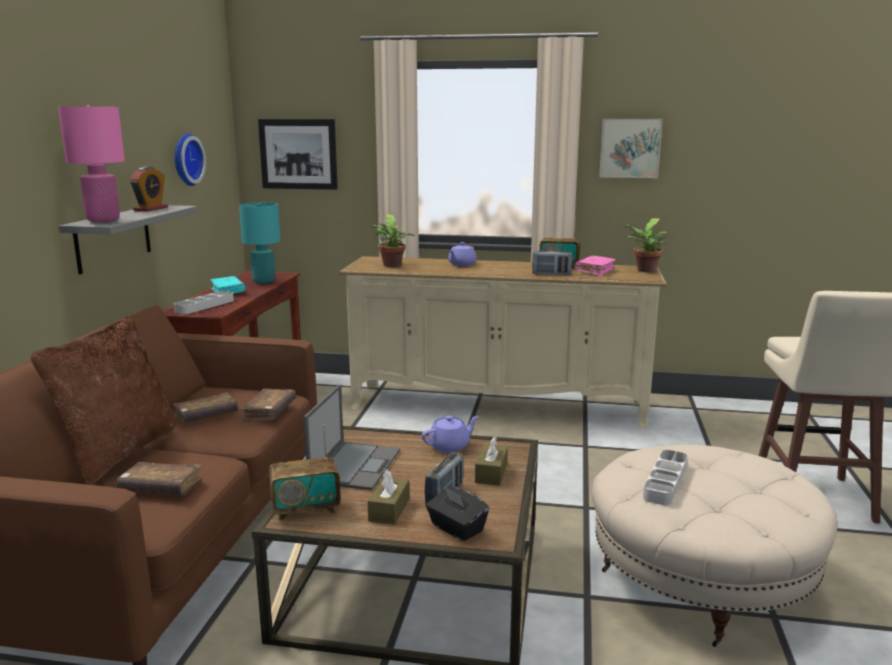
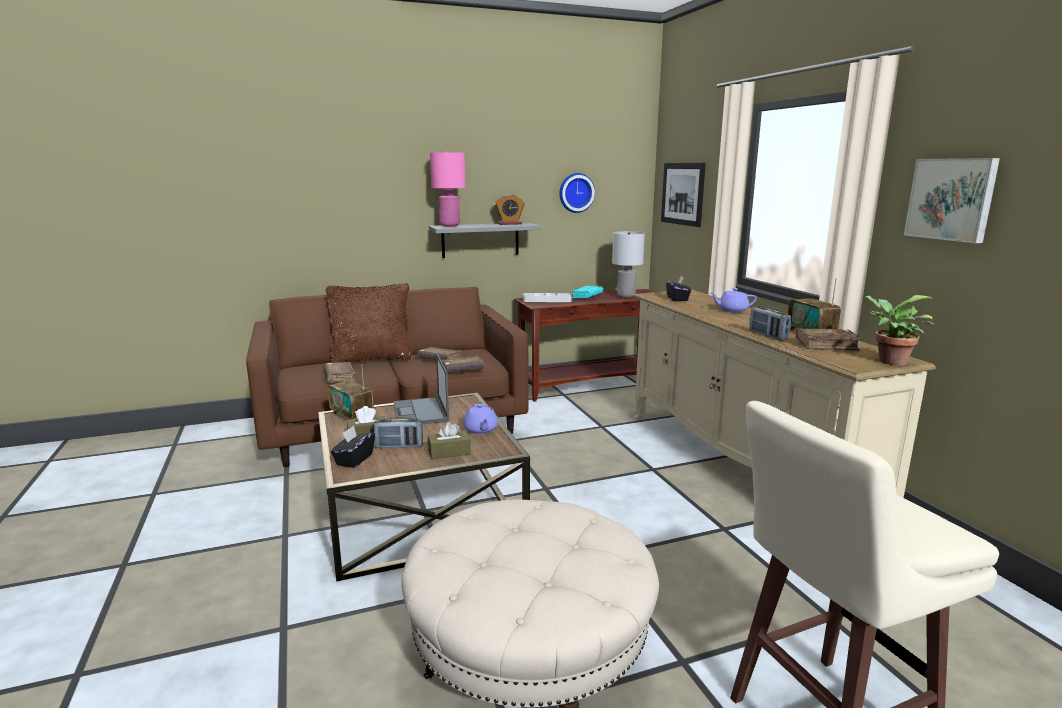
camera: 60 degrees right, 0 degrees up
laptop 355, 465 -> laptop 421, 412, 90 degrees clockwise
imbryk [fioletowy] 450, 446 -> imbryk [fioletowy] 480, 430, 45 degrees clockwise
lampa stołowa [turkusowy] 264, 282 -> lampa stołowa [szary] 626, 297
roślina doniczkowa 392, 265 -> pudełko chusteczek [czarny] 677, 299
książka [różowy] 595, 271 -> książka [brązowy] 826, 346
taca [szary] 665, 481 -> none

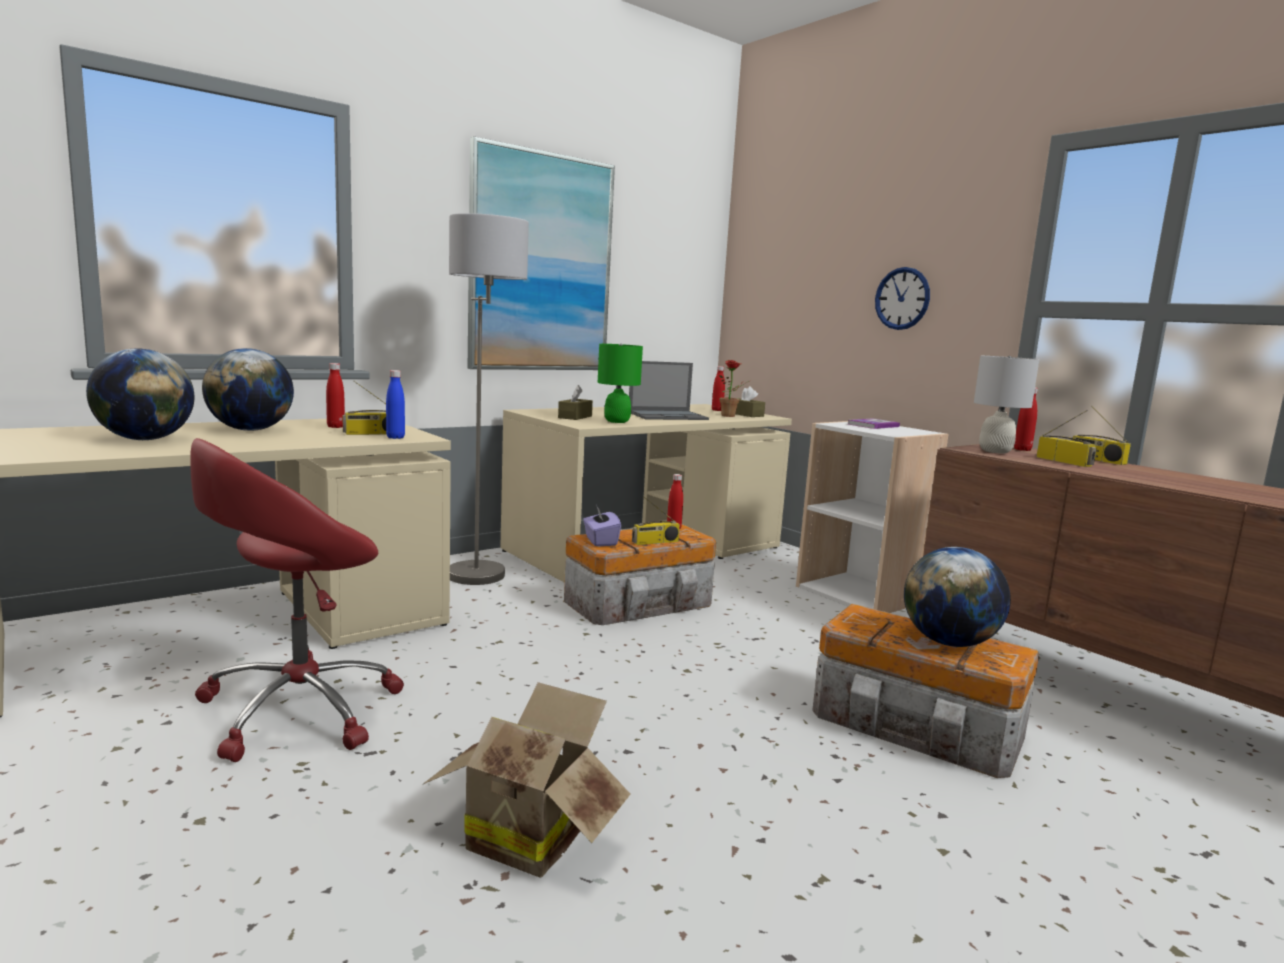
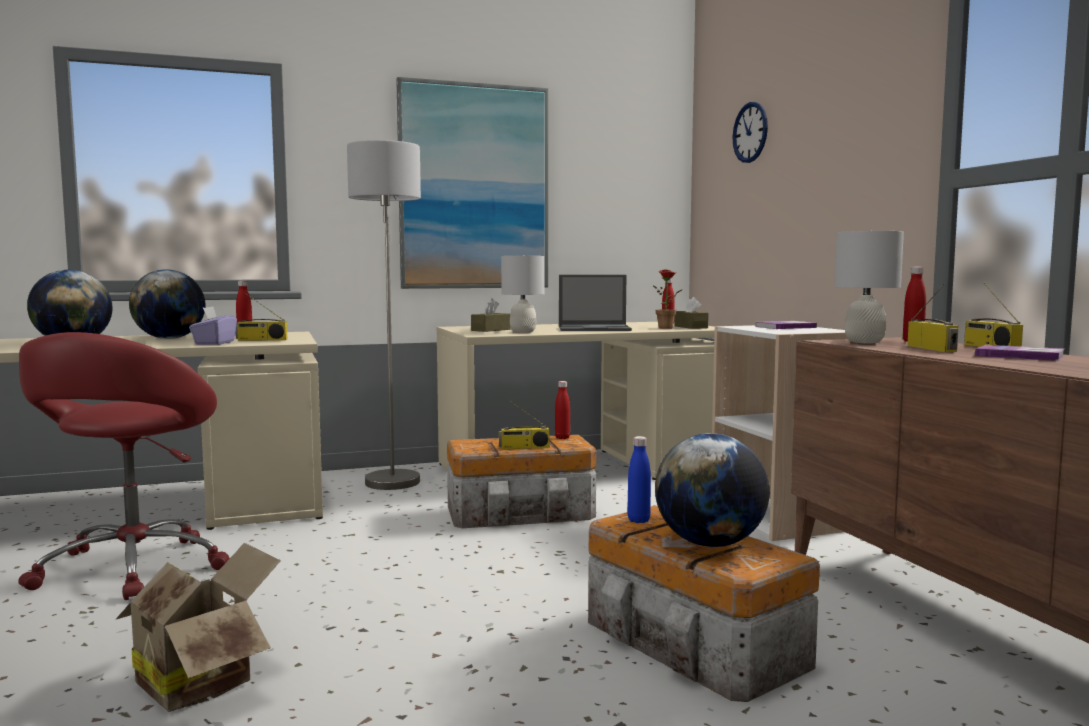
camera: 20 degrees right, 5 degrees down
krzesło biurowe [czerwony] 294, 710 -> krzesło biurowe [czerwony] 129, 570, 60 degrees counterclockwise
pudełko chusteczek [fioletowy] 600, 541 -> pudełko chusteczek [fioletowy] 214, 343, move
lampa stołowa [zielony] 617, 422 -> lampa stołowa [szary] 523, 332
butelka [niebieski] 395, 437 -> butelka [niebieski] 638, 520, move
zegar ścienny 902, 298 -> zegar ścienny 750, 132, move
none -> książka 1019, 355

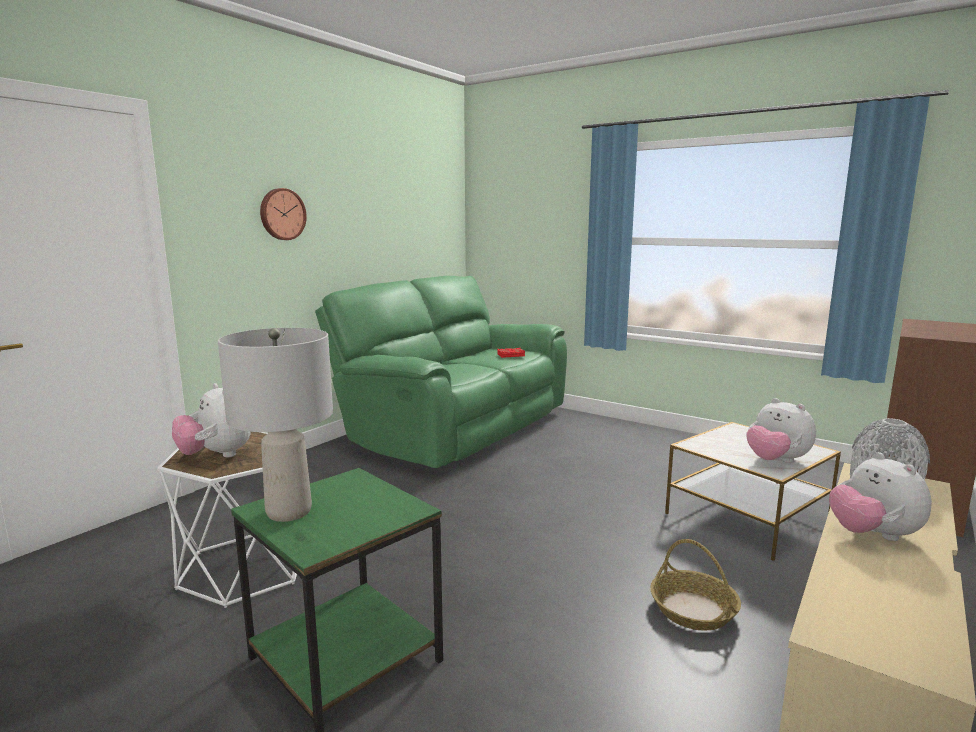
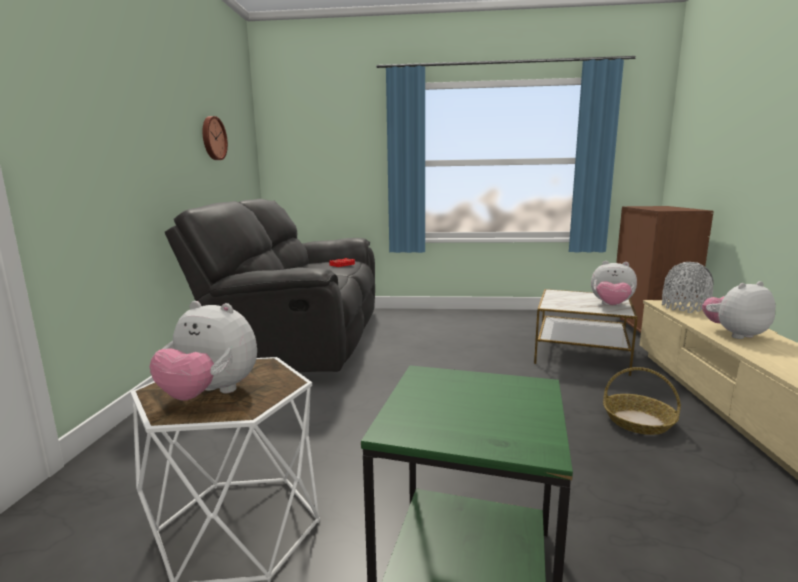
camera: 30 degrees left, 0 degrees up
kanapa [zielony] 454, 429 -> kanapa [szary] 300, 339
zegar ścienny 282, 214 -> zegar ścienny 213, 138, move
pluszak 872, 535 -> pluszak 734, 334, 120 degrees clockwise
lampa stołowa [szary] 288, 511 -> none

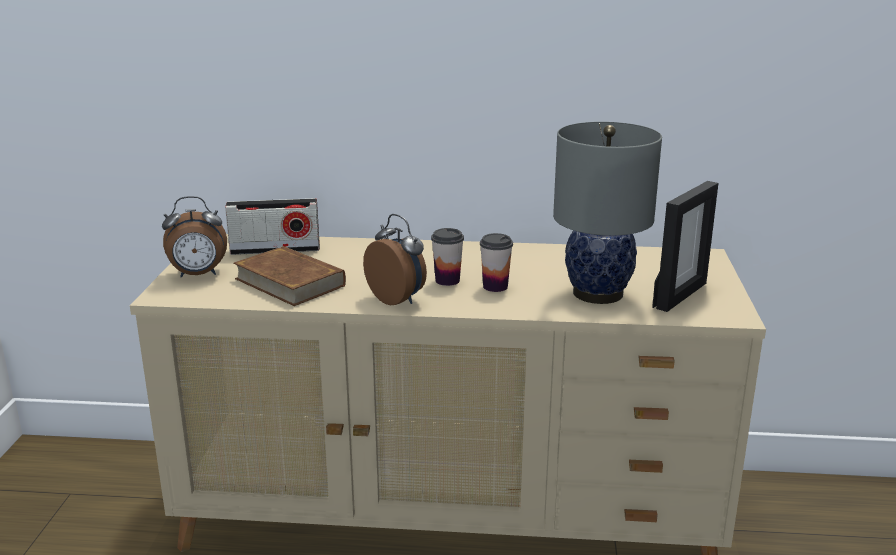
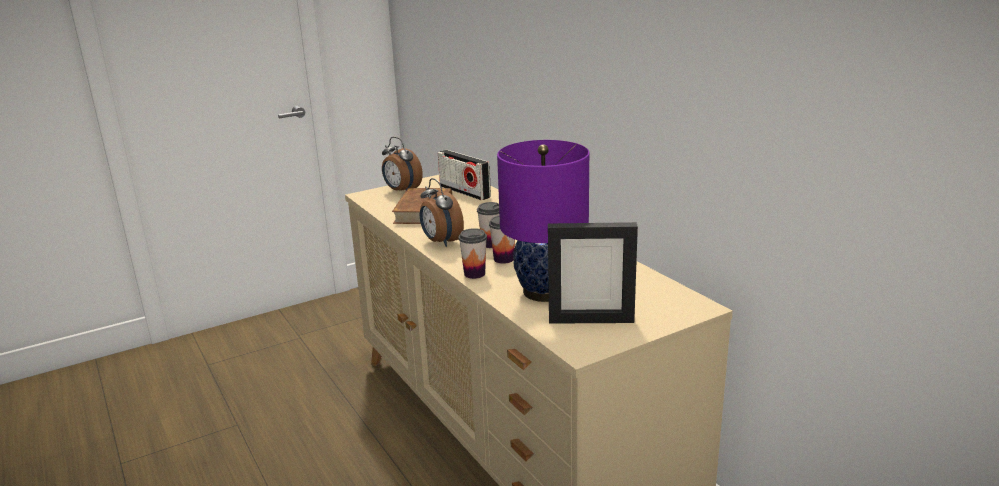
camera: 55 degrees right, 0 degrees up
budzik 398, 299 -> budzik 441, 242, 135 degrees clockwise
none -> filiżanka 474, 274
lampa stołowa [szary] 598, 293 -> lampa stołowa [fioletowy] 545, 291

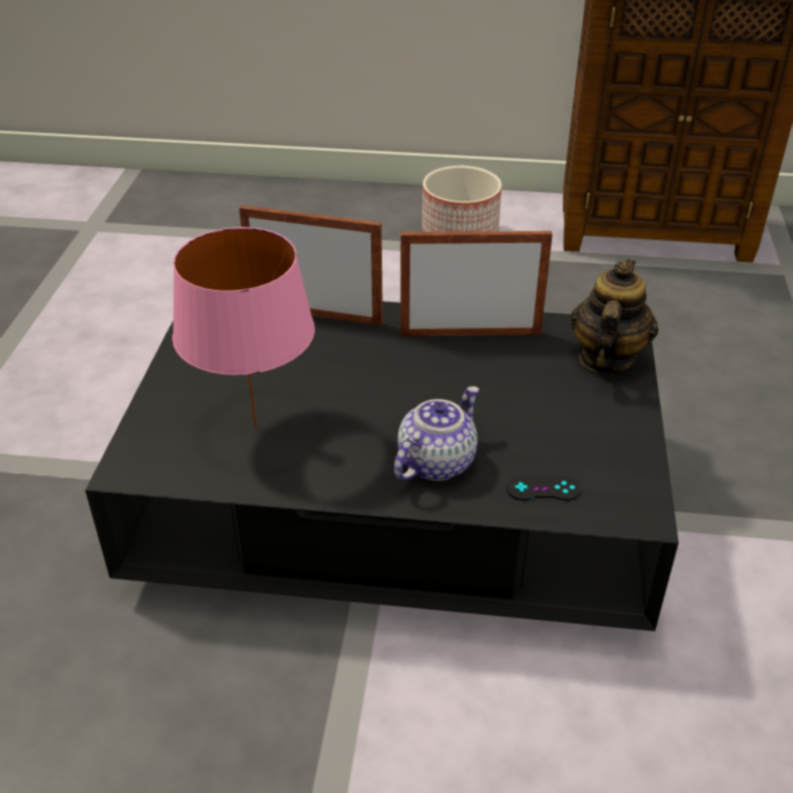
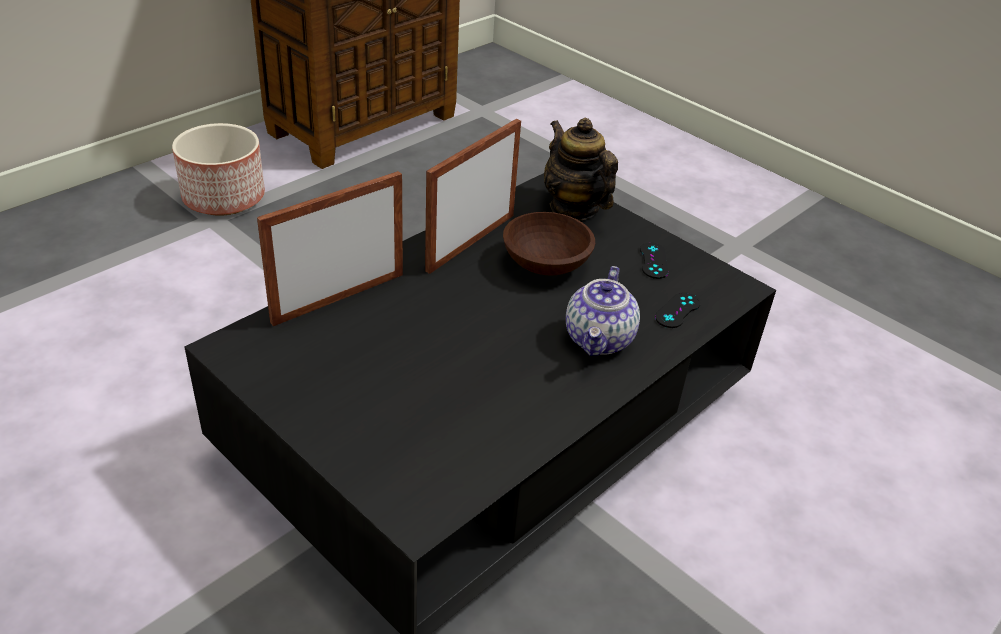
camera: 55 degrees left, 0 degrees up
none -> miska [brązowy] 546, 262
imbryk 436, 461 -> imbryk 600, 340, 150 degrees counterclockwise
none -> pad do gier [czarny] 653, 261
lampa stołowa [różowy] 255, 427 -> none

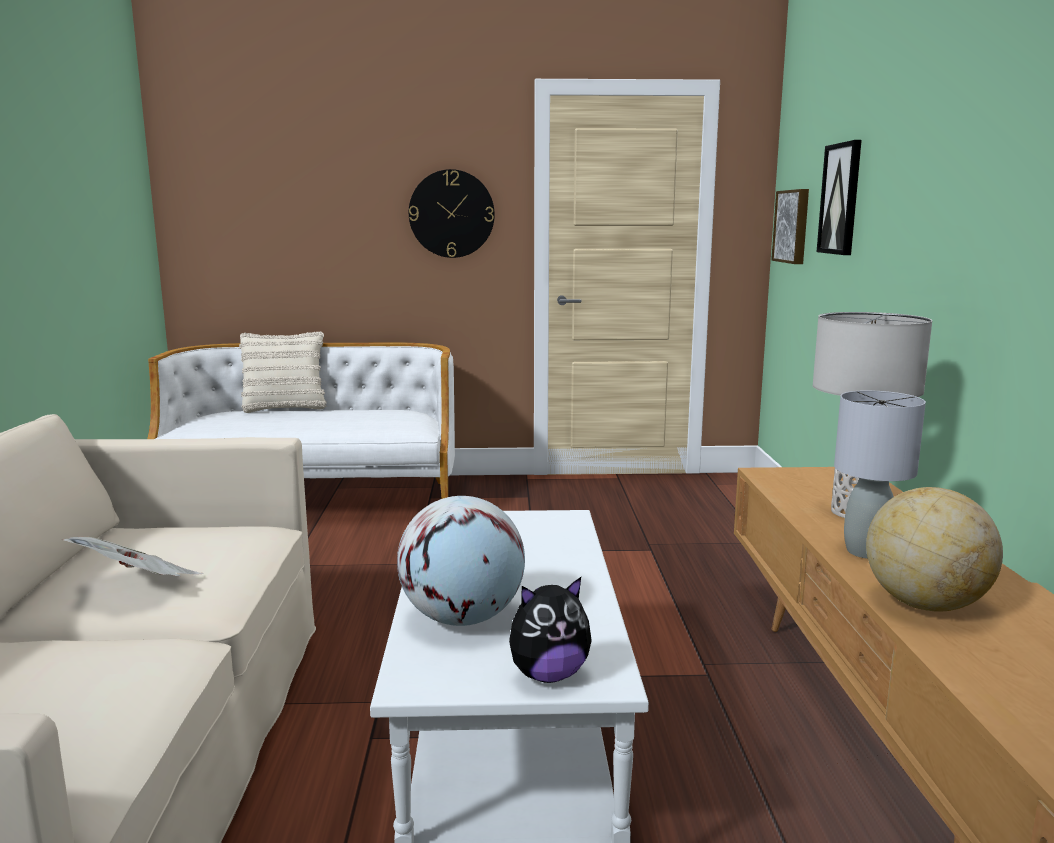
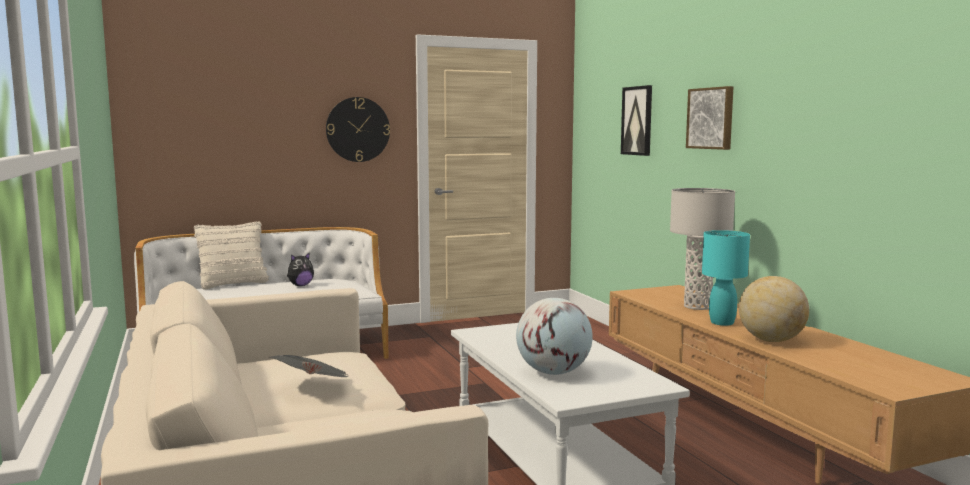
camera: 20 degrees left, 5 degrees down
pluszak 548, 675 -> pluszak 300, 285, move
obraz 793, 226 -> obraz 711, 118, move
lampa stołowa [szary] 865, 551 -> lampa stołowa [turkusowy] 721, 322

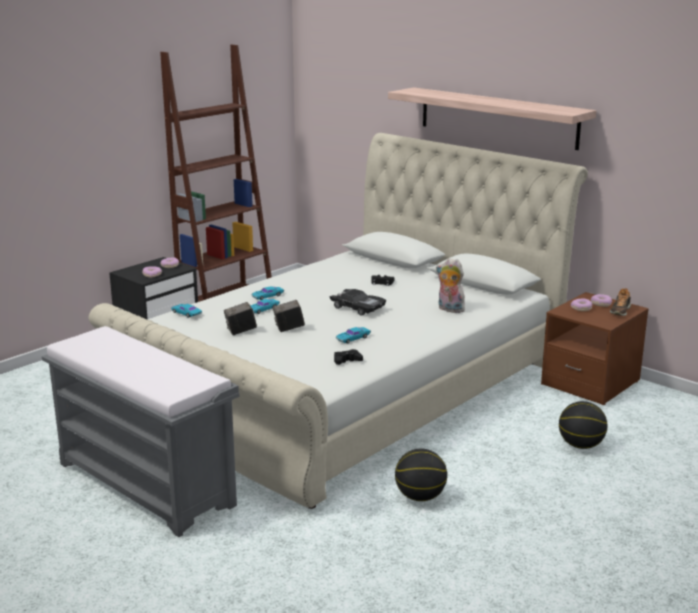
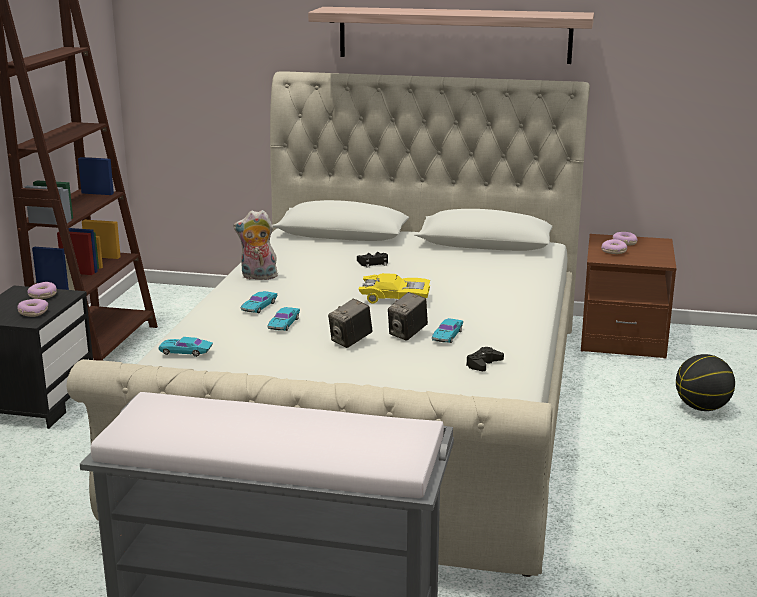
camera: 30 degrees left, 0 degrees up
pluszak 449, 309 -> pluszak 258, 277, move
samochodzik [czarny] 357, 307 -> samochodzik [żółty] 395, 297
aparat fotograficzny 241, 331 -> aparat fotograficzny 407, 334, move
piłka do koszykówki 420, 497 -> none
but 620, 311 -> none

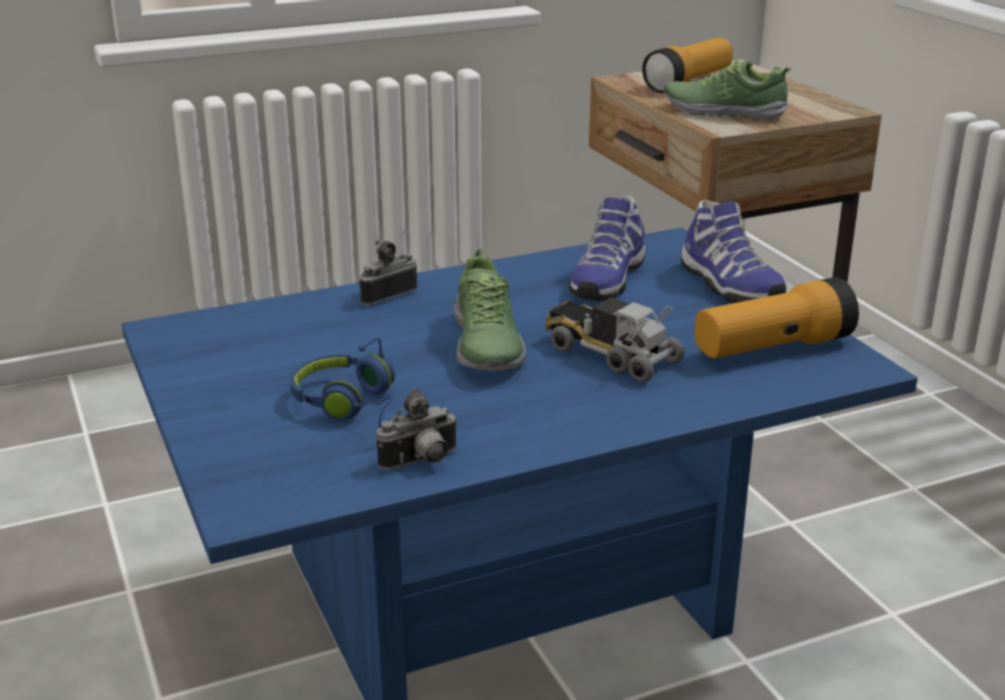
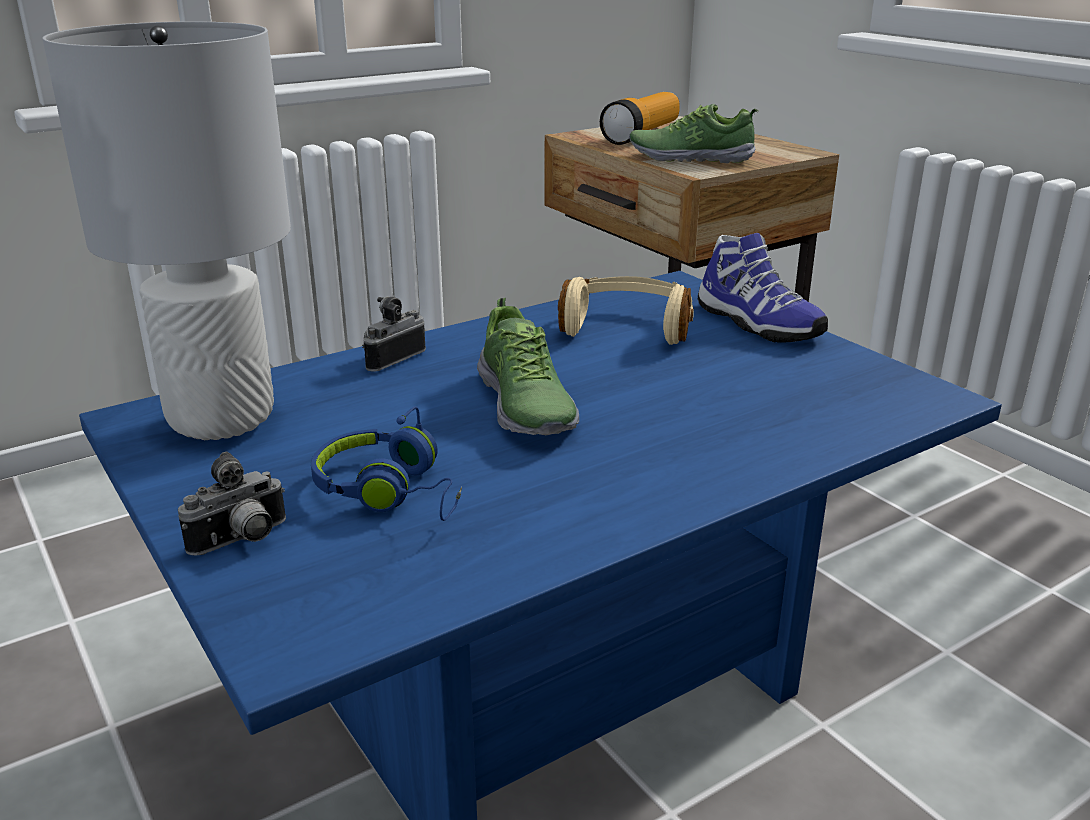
camera: 10 degrees left, 0 degrees up
none -> lampa stołowa [szary] 223, 424
aparat fotograficzny 421, 462 -> aparat fotograficzny 242, 541, move
but 605, 280 -> słuchawki [beżowy] 627, 327
ciężarówka zabawkowa 610, 354 -> none
latarka 772, 348 -> none

